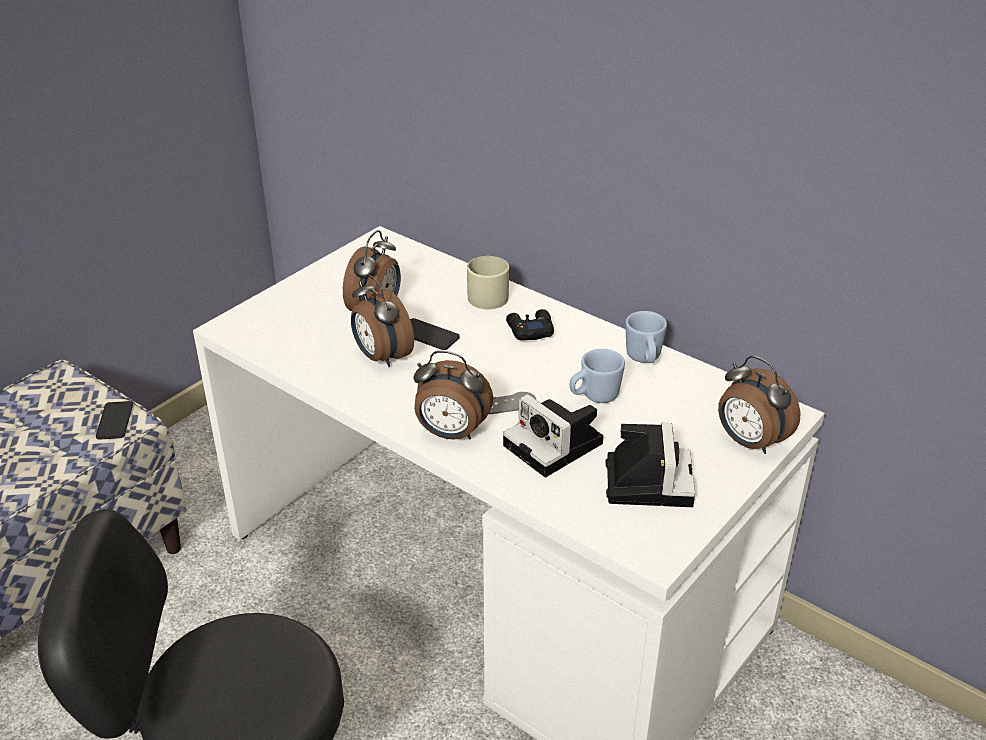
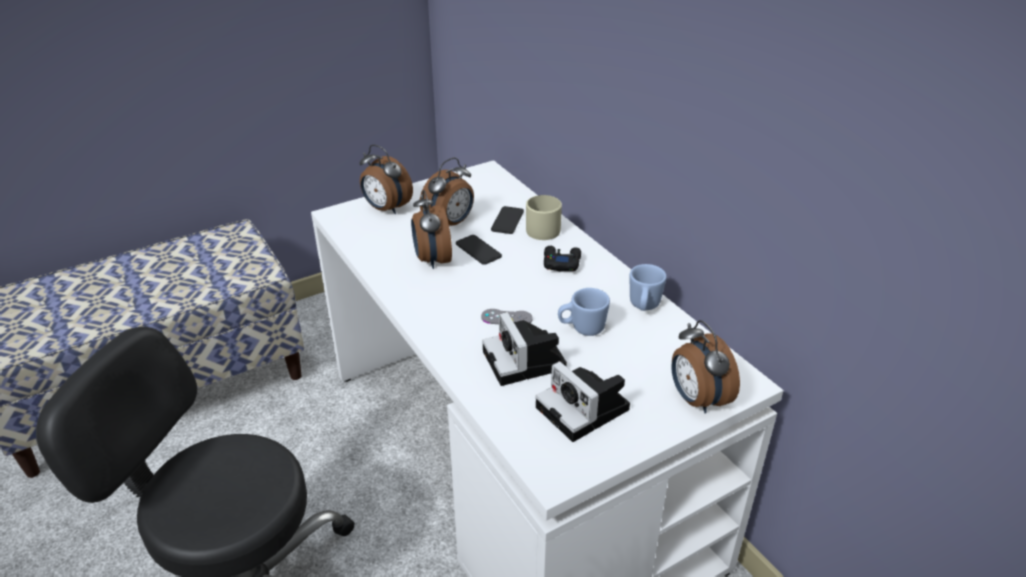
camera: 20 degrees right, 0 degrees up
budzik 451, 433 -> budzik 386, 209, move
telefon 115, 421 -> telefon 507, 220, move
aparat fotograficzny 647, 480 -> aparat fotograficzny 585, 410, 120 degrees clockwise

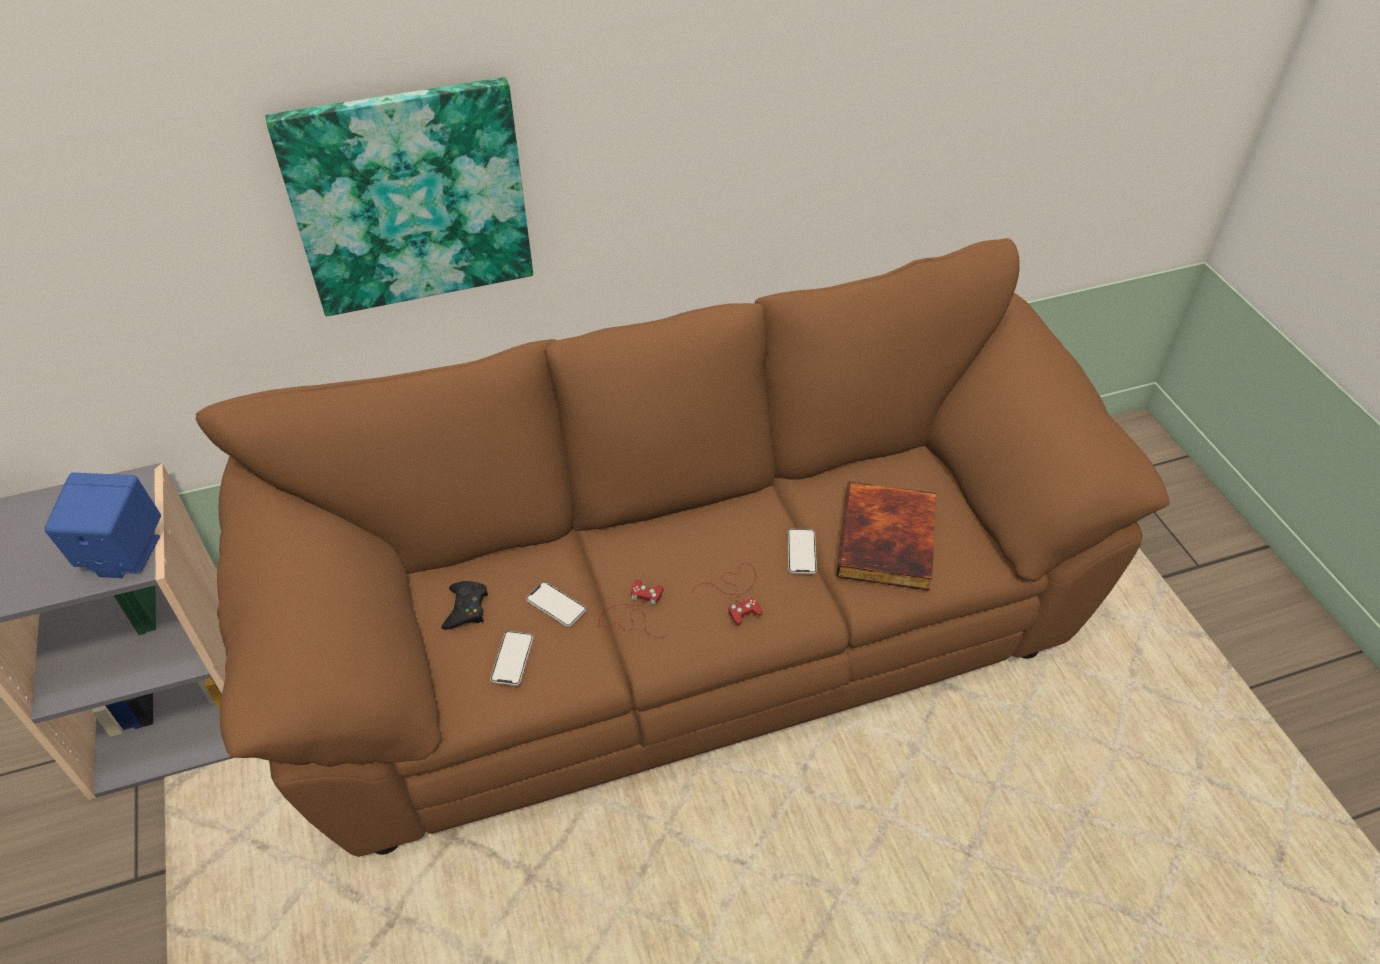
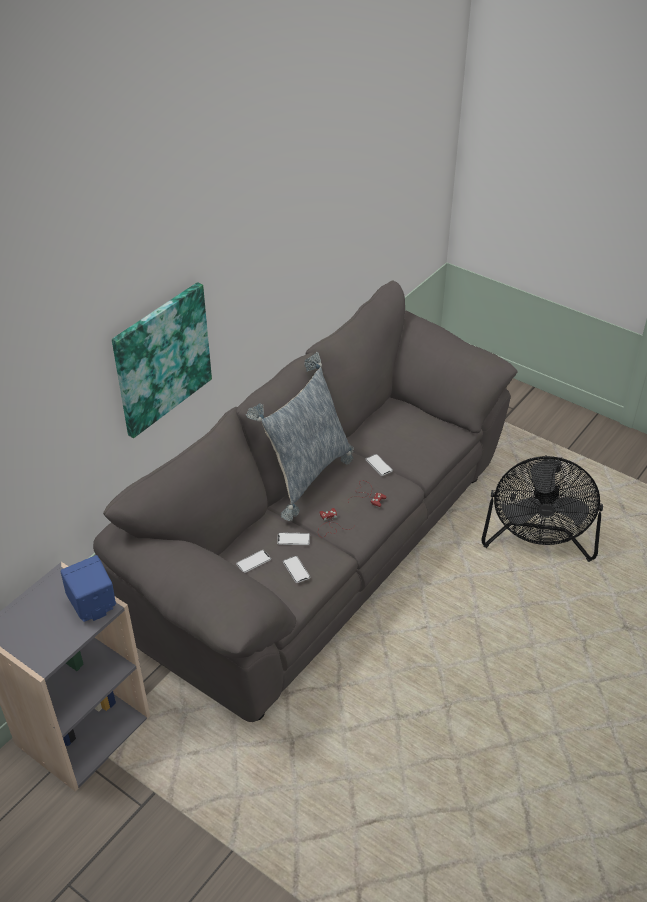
camera: 35 degrees left, 5 degrees down
kanapa [brązowy] 691, 650 -> kanapa [szary] 325, 556
pad do gier [czarny] 466, 608 -> telefon 253, 562
none -> poduszka 303, 482
none -> wentylator [czarny] 533, 538
książka 889, 541 -> none

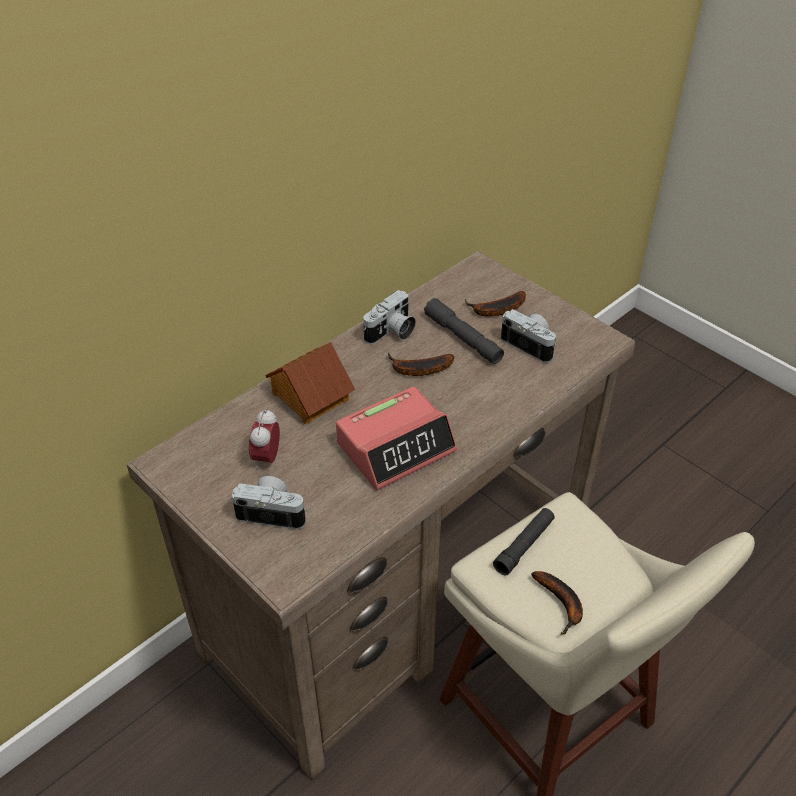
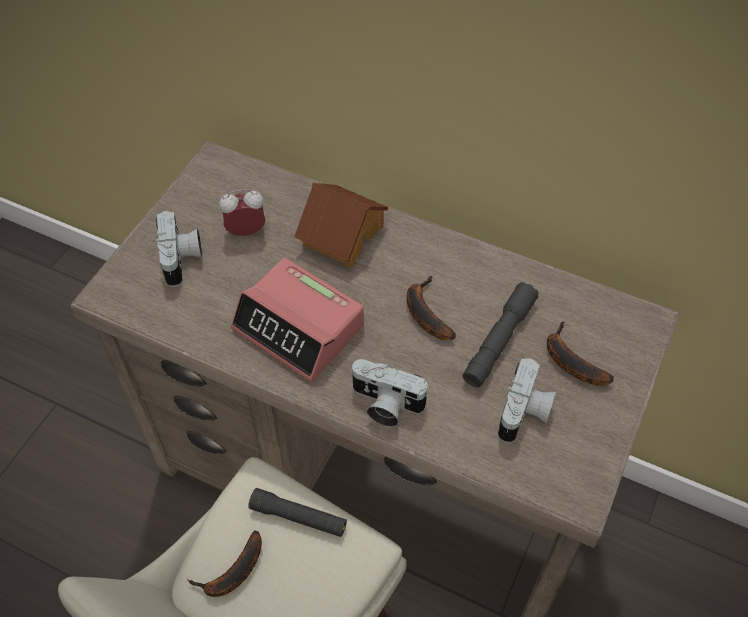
camera: 70 degrees right, 10 degrees up
aparat fotograficzny 391, 332 -> aparat fotograficzny 385, 404, move

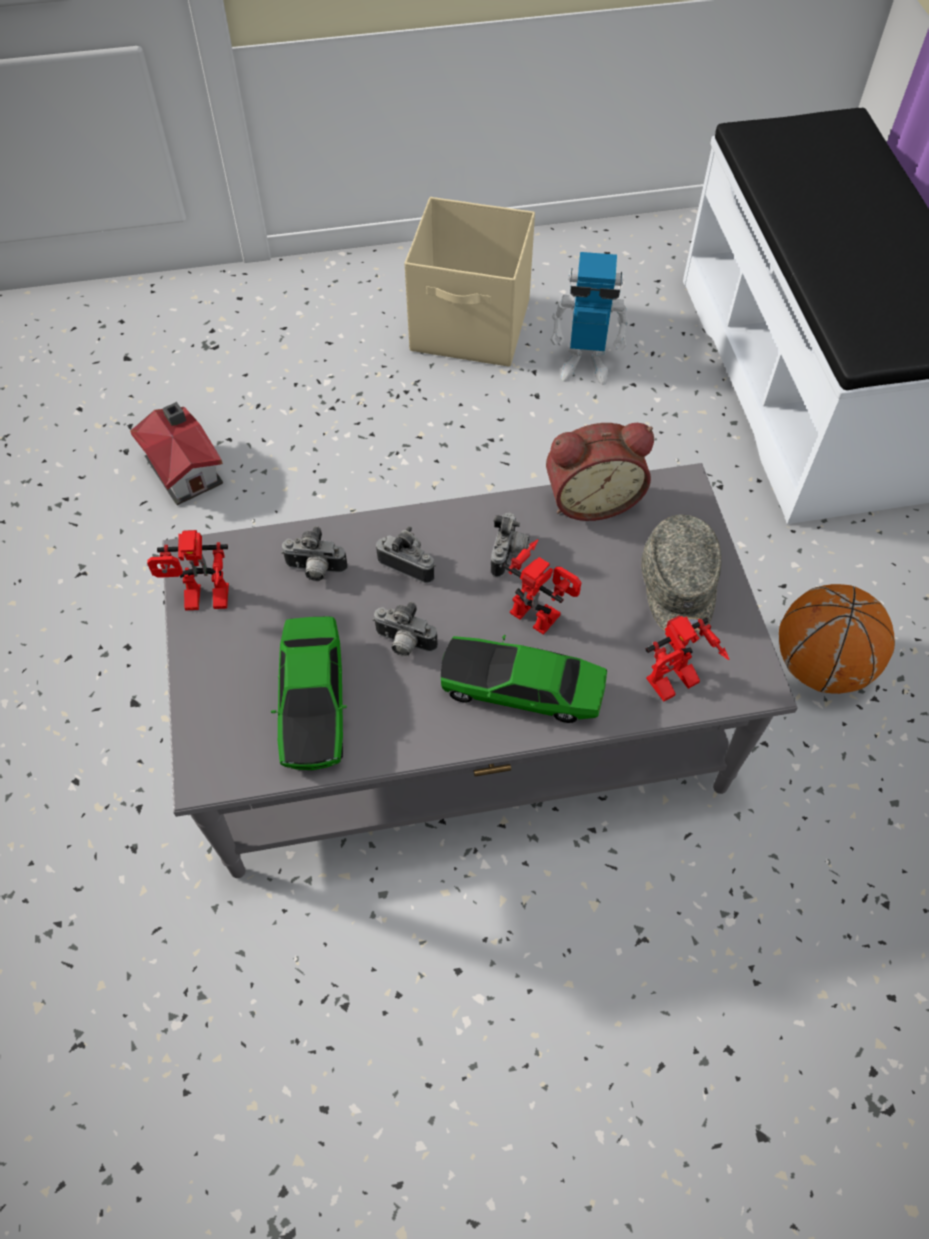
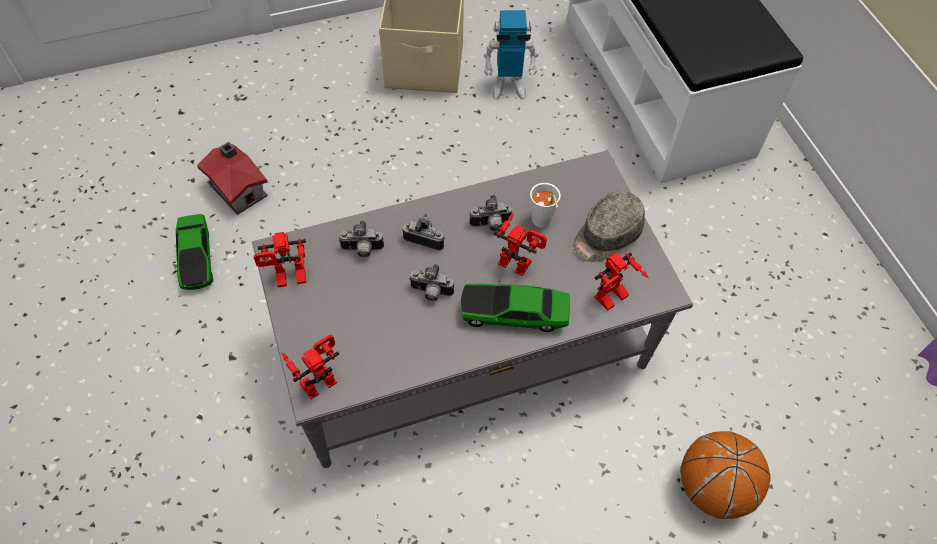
camera: 10 degrees left, 0 degrees up
samochodzik 313, 702 -> samochodzik 196, 258, move
none -> robot zabawkowy 318, 378
aparat fotograficzny 509, 554 -> aparat fotograficzny 491, 225, 75 degrees clockwise
none -> filiżanka [biały] 542, 223
czapka z daszkiem [szary] 678, 590 -> czapka z daszkiem [szary] 605, 236, 60 degrees clockwise
piłka do koszykówki 819, 666 -> piłka do koszykówki 712, 487, move
budzik 591, 498 -> none

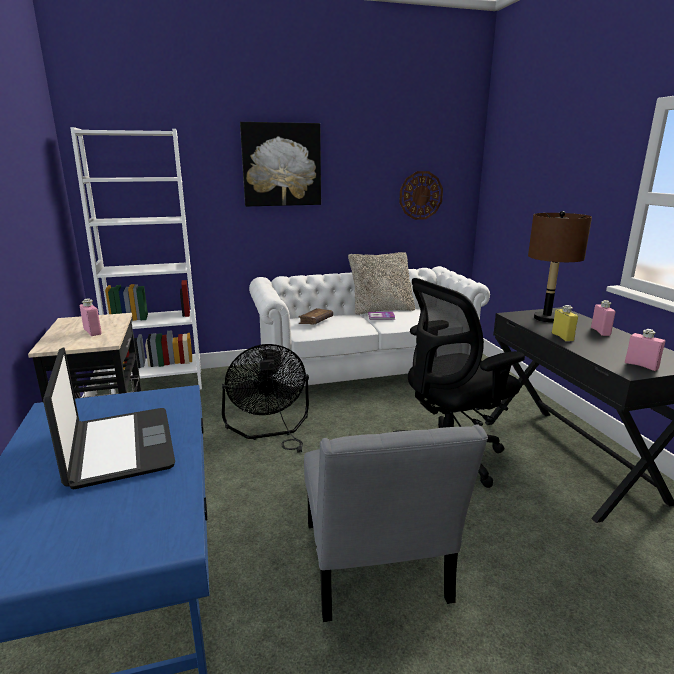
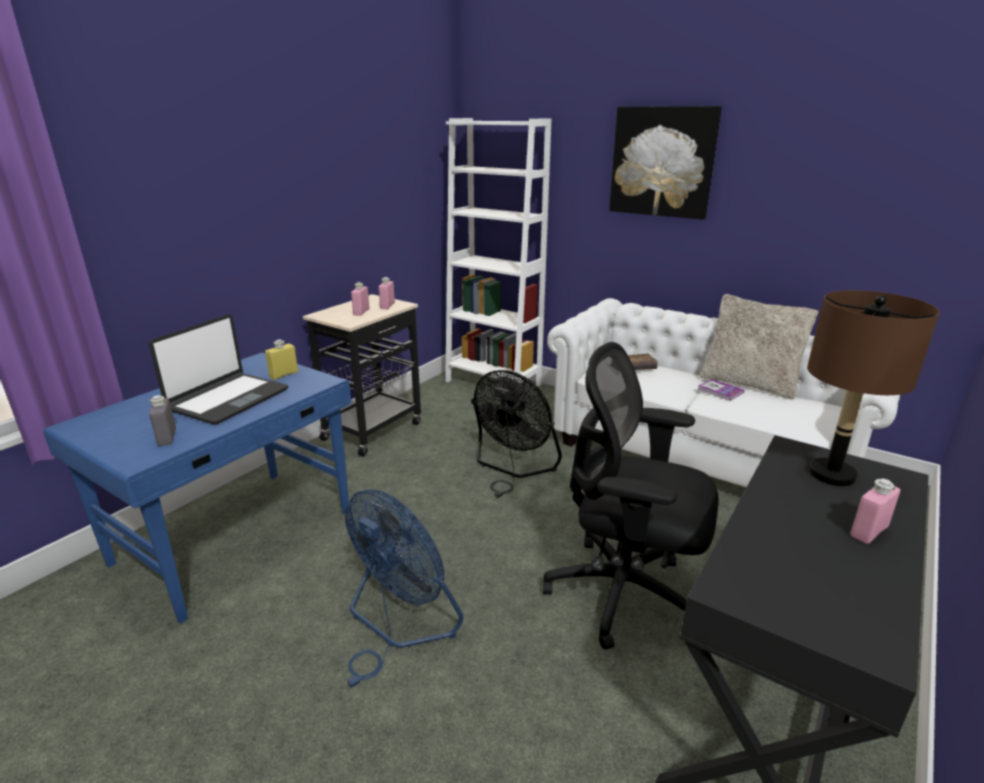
camera: 50 degrees right, 5 degrees up
none -> butelka [szary] 167, 437
butelka [żółty] 562, 337 -> butelka [żółty] 284, 375, move
krzesło [szary] 375, 568 -> wentylator [niebieski] 391, 621
butelka [różowy] 641, 365 -> butelka [różowy] 387, 306, move
zegar ścienny 420, 195 -> none

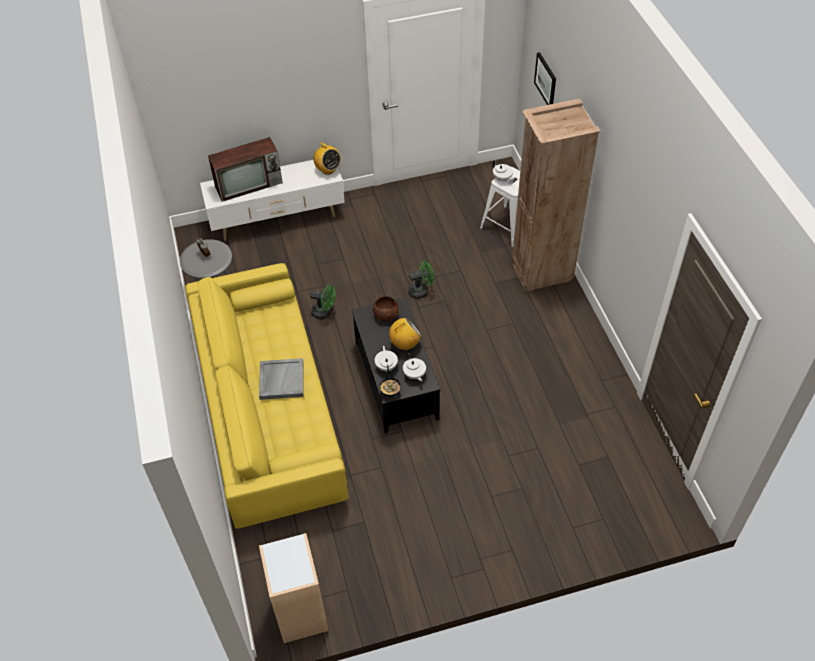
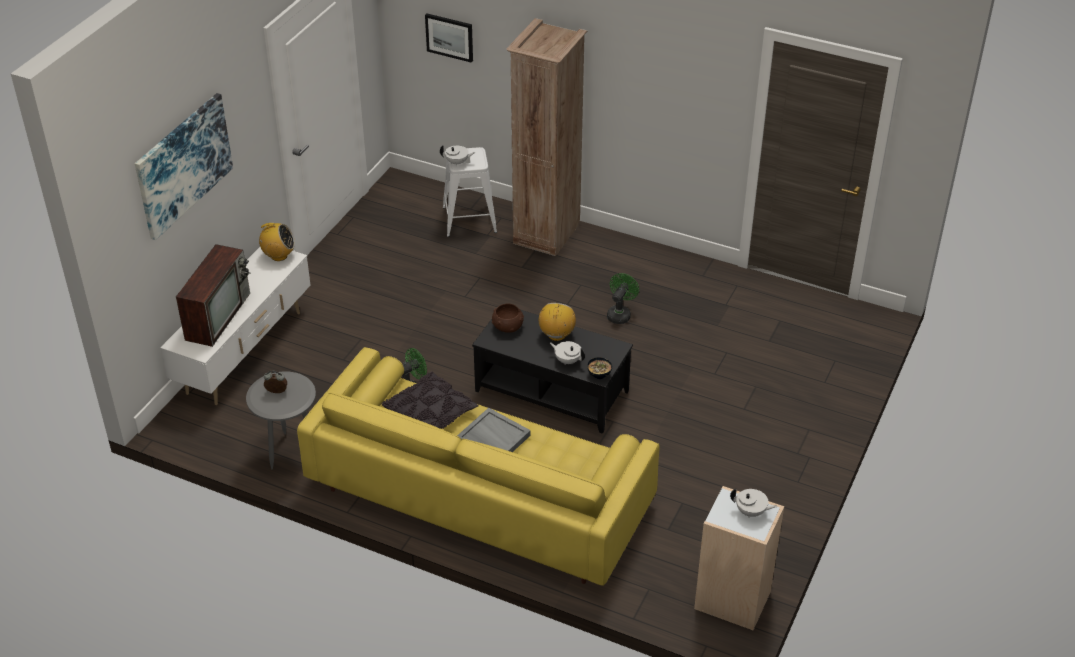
camera: 50 degrees left, 10 degrees down
none -> obraz 183, 165
none -> poduszka [czarny] 430, 413
wentylator [zielony] 421, 291 -> wentylator [zielony] 620, 314, move
imbryk [biały] 414, 375 -> imbryk [biały] 751, 512, move

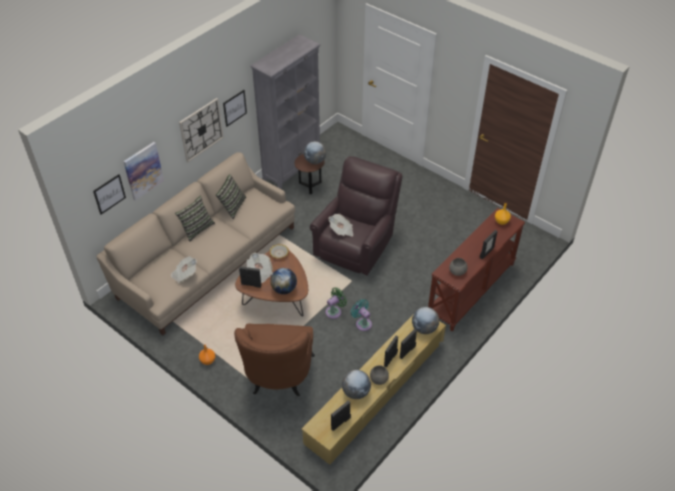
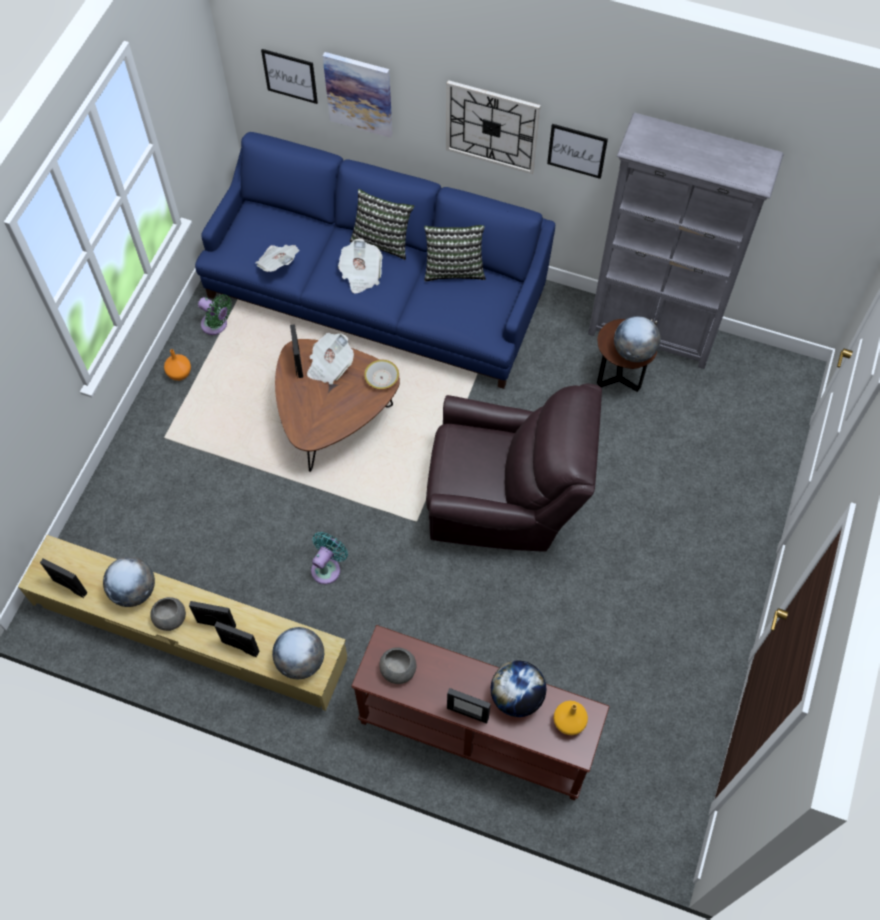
camera: 70 degrees right, 15 degrees up
kanapa [beżowy] 206, 260 -> kanapa [niebieski] 376, 291
wentylator [zielony] 335, 311 -> wentylator [zielony] 216, 325, move
gazeta 341, 230 -> gazeta 361, 274, move
globus 284, 289 -> globus 517, 697, move
fotel [brązowy] 278, 377 -> none

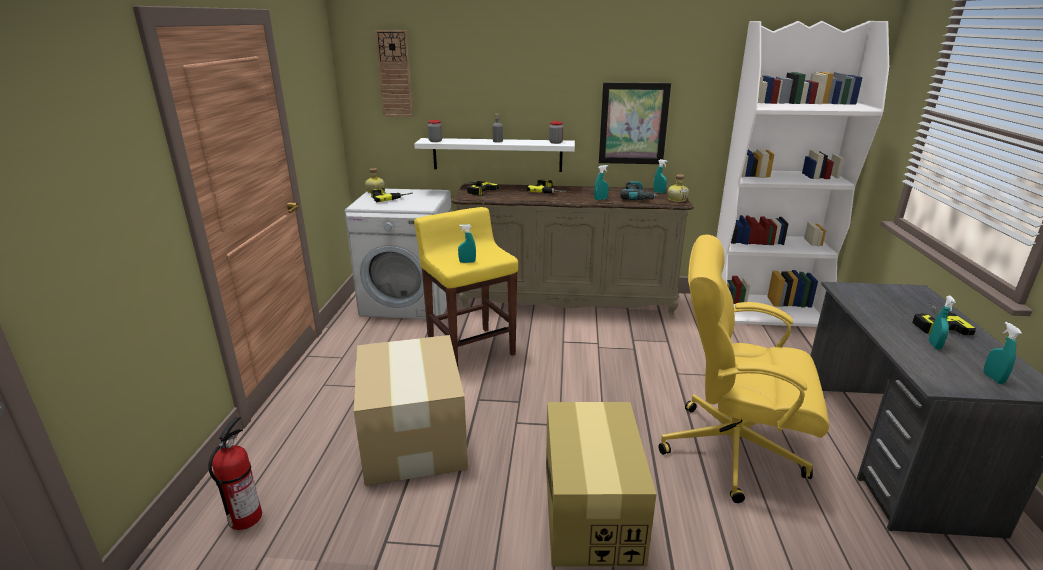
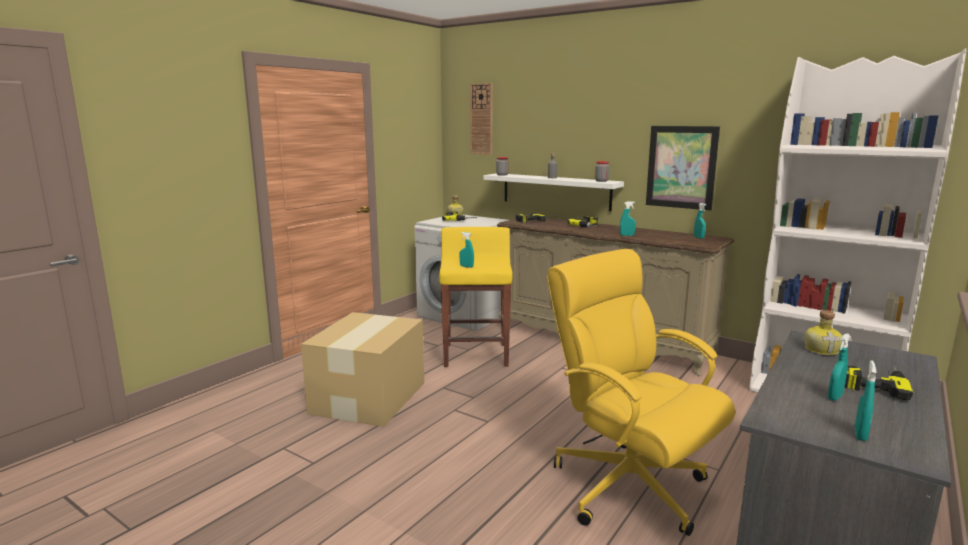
camera: 30 degrees right, 10 degrees down
butelka 677, 199 -> butelka 822, 350, move
gaśnica 245, 516 -> none
karton 591, 510 -> none
wiertarka 637, 197 -> none

